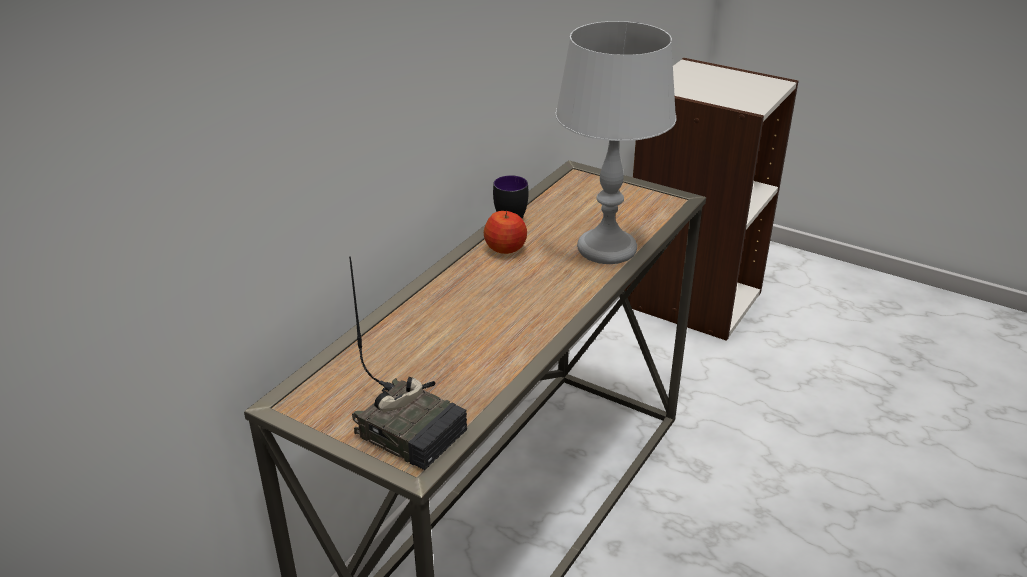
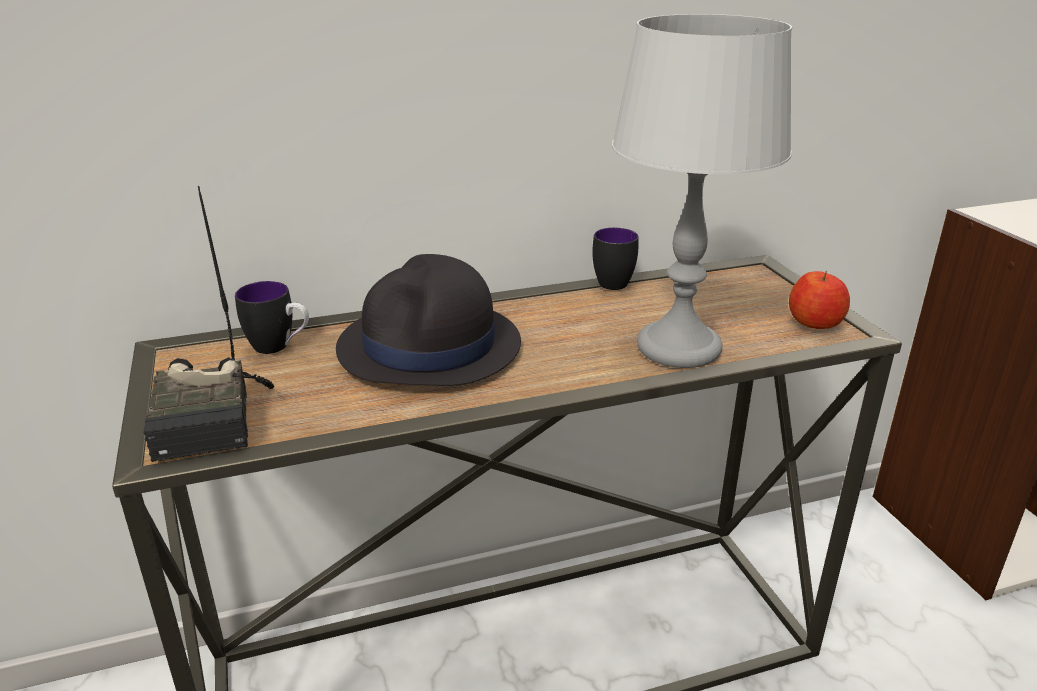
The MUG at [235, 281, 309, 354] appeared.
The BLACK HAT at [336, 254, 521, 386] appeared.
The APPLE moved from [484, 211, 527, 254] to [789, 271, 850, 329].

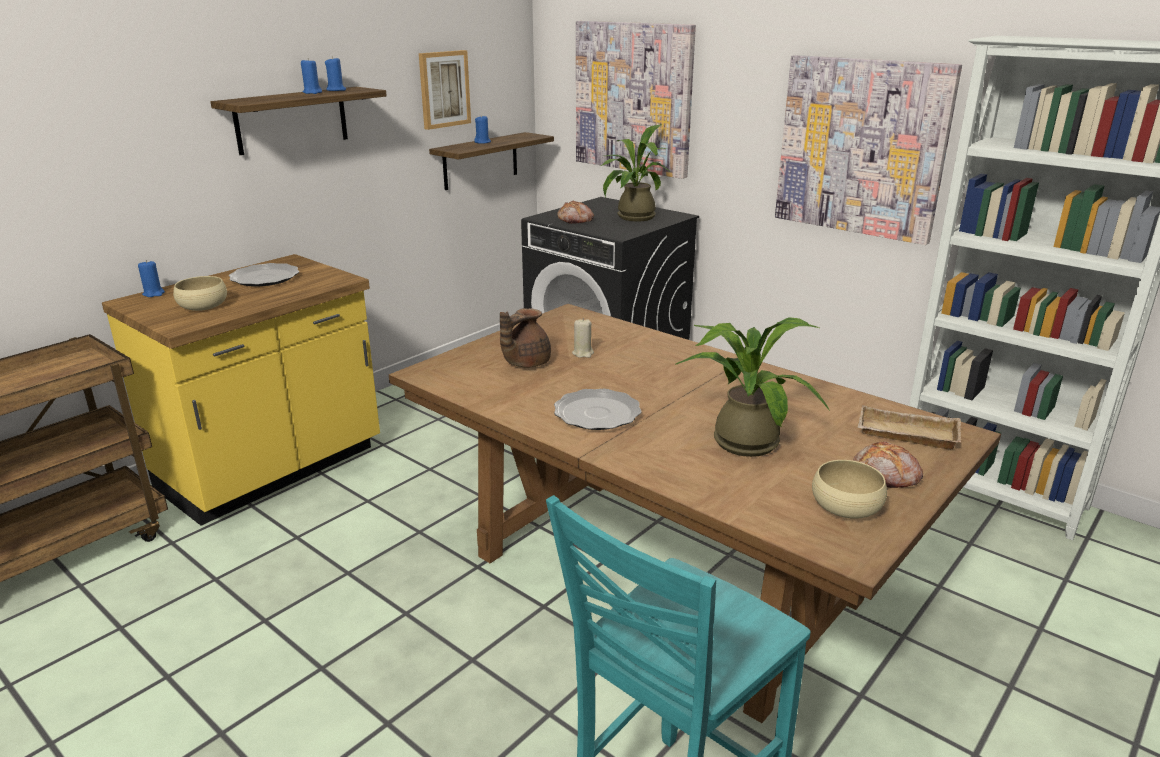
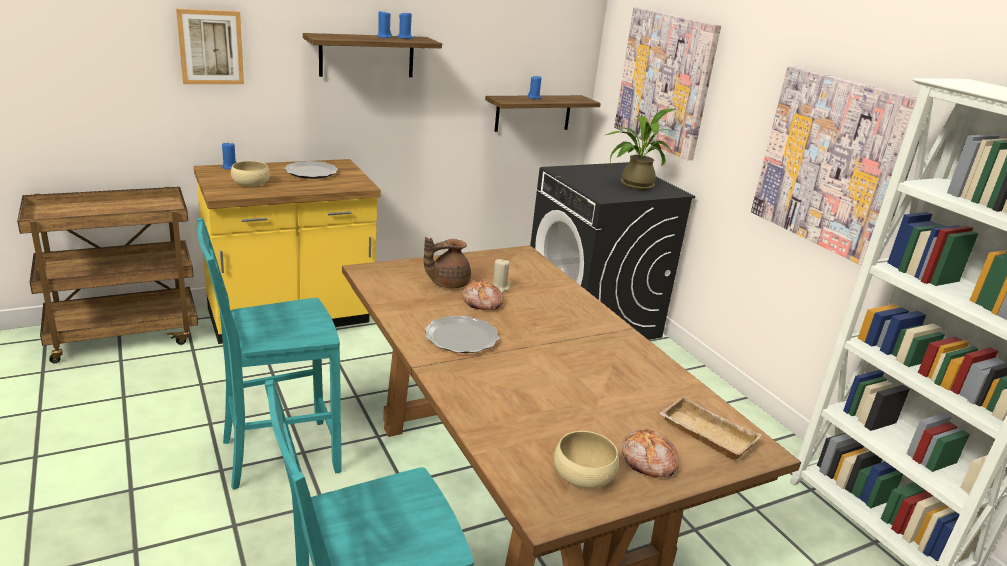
The PICTURE moved from [419, 50, 471, 130] to [176, 9, 244, 84].
The TURQUOISE CHAIR at [197, 218, 342, 490] appeared.
The BREAD moved from [557, 201, 594, 224] to [463, 280, 504, 310].
The POTTED PLANT at [676, 317, 830, 457] disappeared.

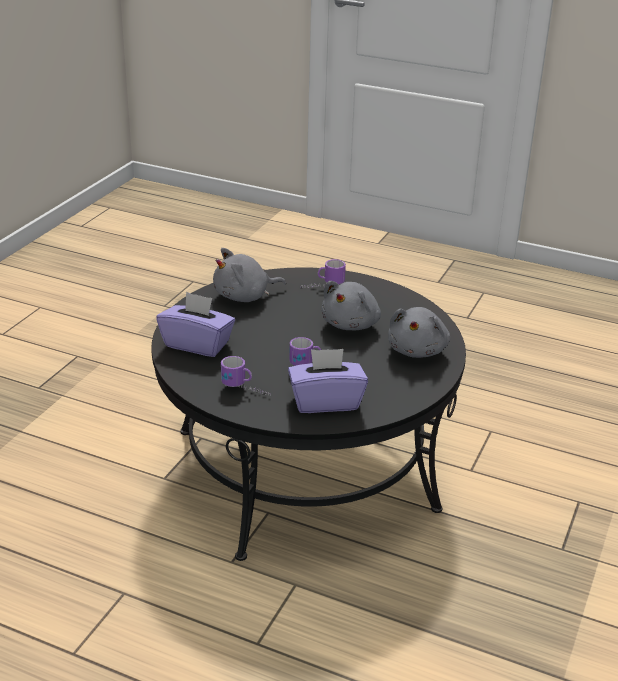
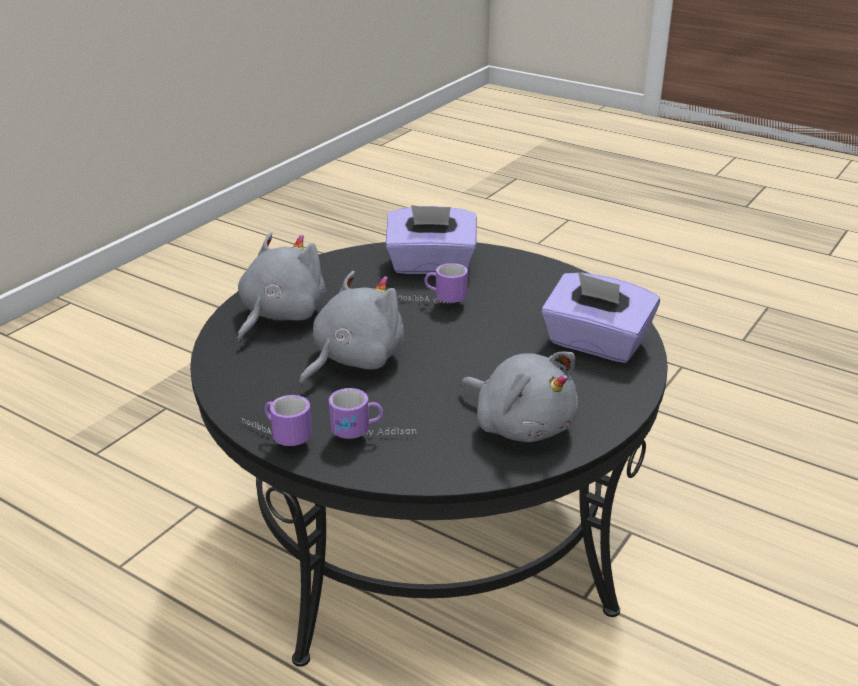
The MUG moved from [221, 356, 271, 396] to [242, 395, 312, 446].
The GREY PLUSH TOY at [213, 248, 286, 302] turned 60 degrees clockwise.

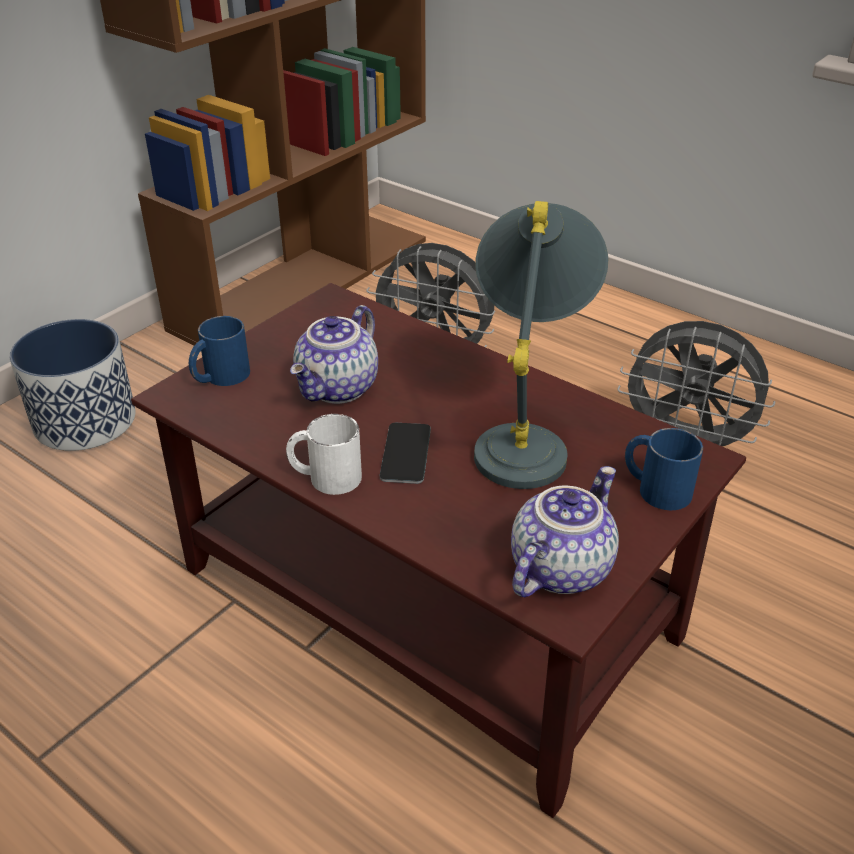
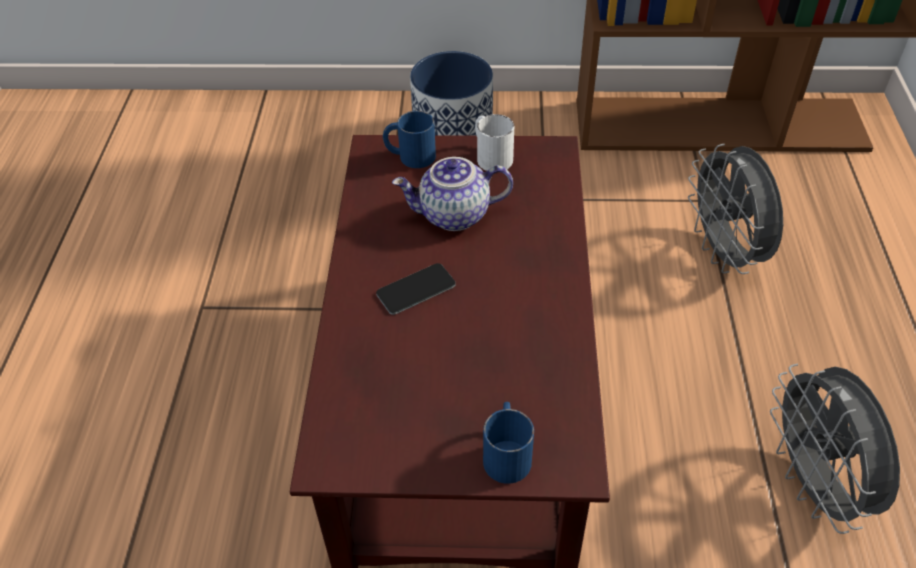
The WHITE MUG moved from [286, 414, 362, 495] to [475, 114, 514, 171].
The GREY TABLE LAMP at [474, 201, 608, 489] disappeared.
The TEAPOT at [511, 466, 619, 597] disappeared.

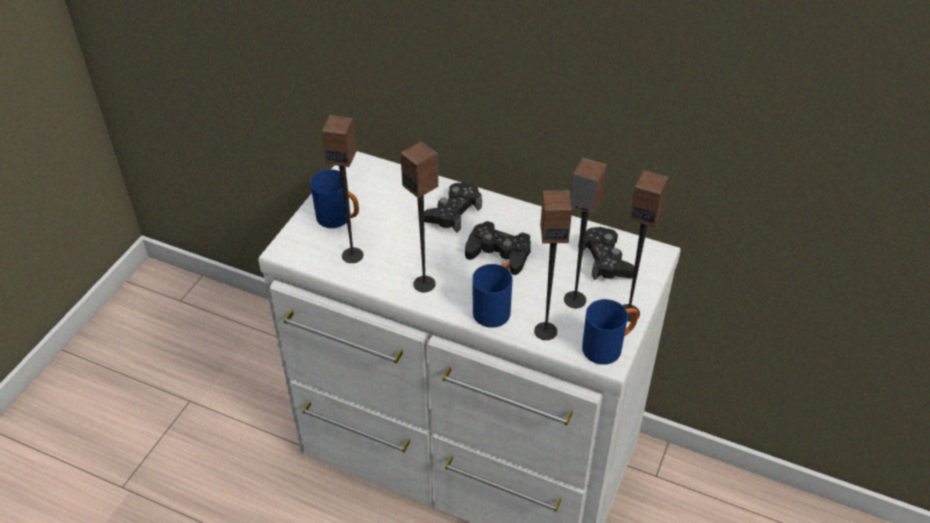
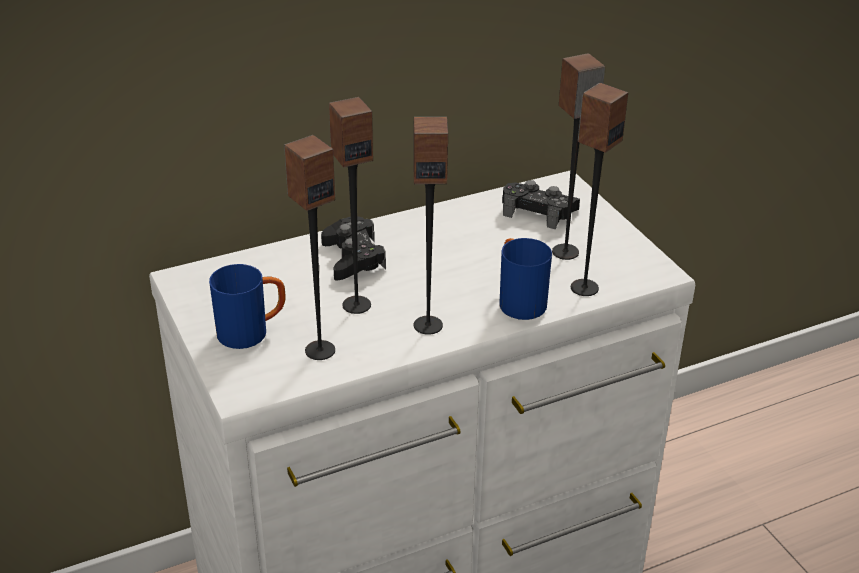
The SPEAKER moved from [623, 170, 668, 322] to [329, 97, 373, 314].
The BLACK GAME CONTROLLER at [465, 221, 531, 275] disappeared.
The BLUE MUG at [582, 299, 638, 365] disappeared.

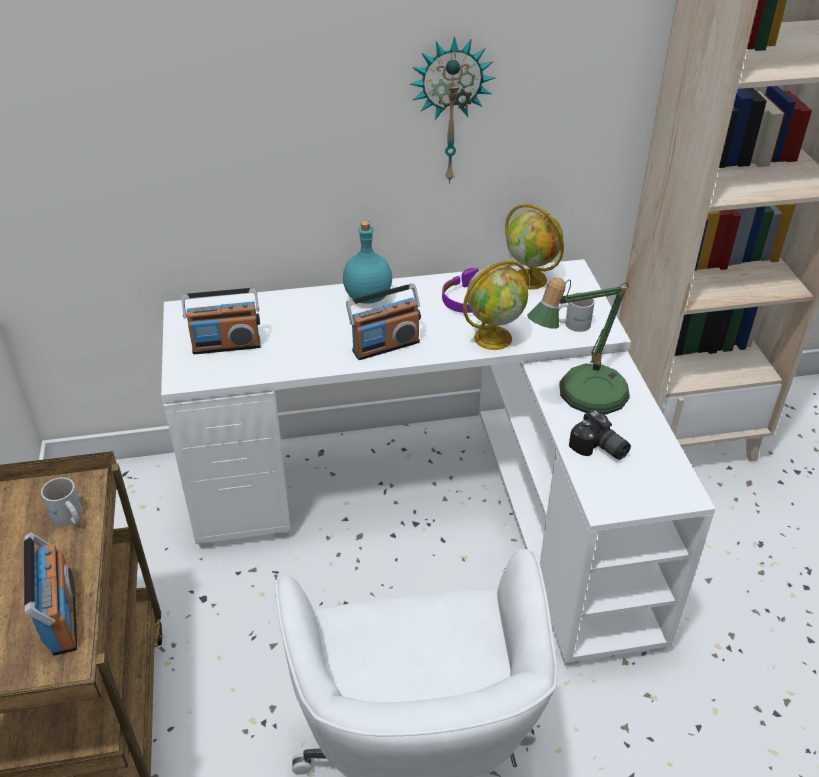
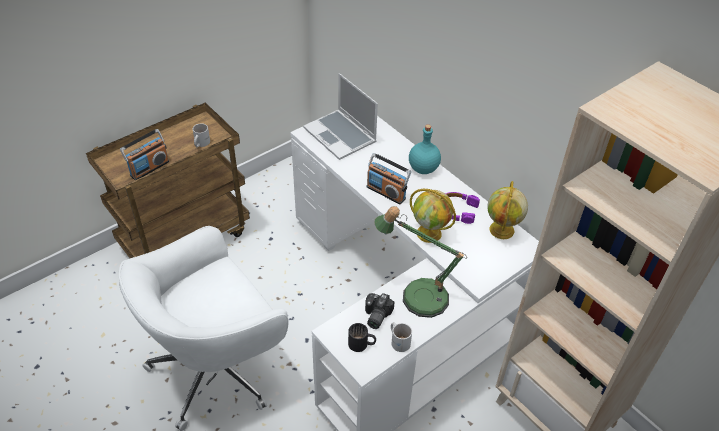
The RADIO at [181, 288, 261, 354] was replaced by the LAPTOP at [303, 73, 378, 160].
The BLACK MUG at [348, 323, 376, 352] appeared.
The WHITE MUG moved from [558, 292, 595, 332] to [391, 322, 412, 352].
The WALL CLOCK at [409, 37, 495, 184] disappeared.

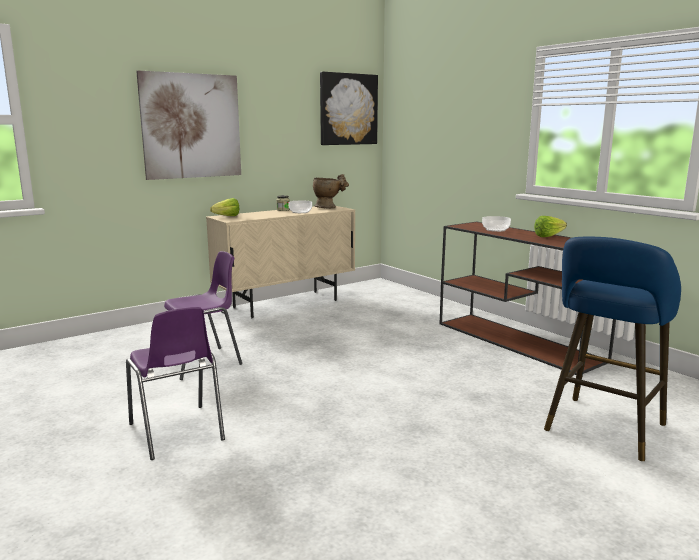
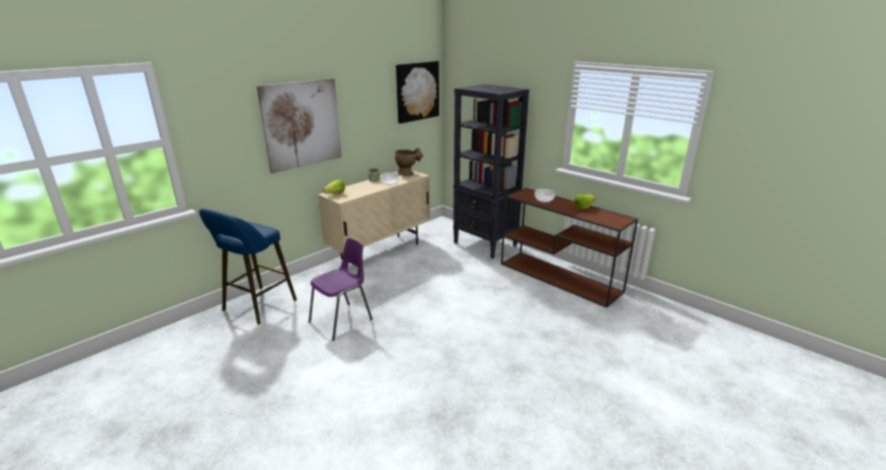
The BLUE STOOL moved from [544, 237, 681, 461] to [199, 208, 297, 325].
The BLACK BOOKCASE at [453, 84, 529, 259] appeared.
The PURPLE CHAIR at [126, 307, 225, 460] disappeared.

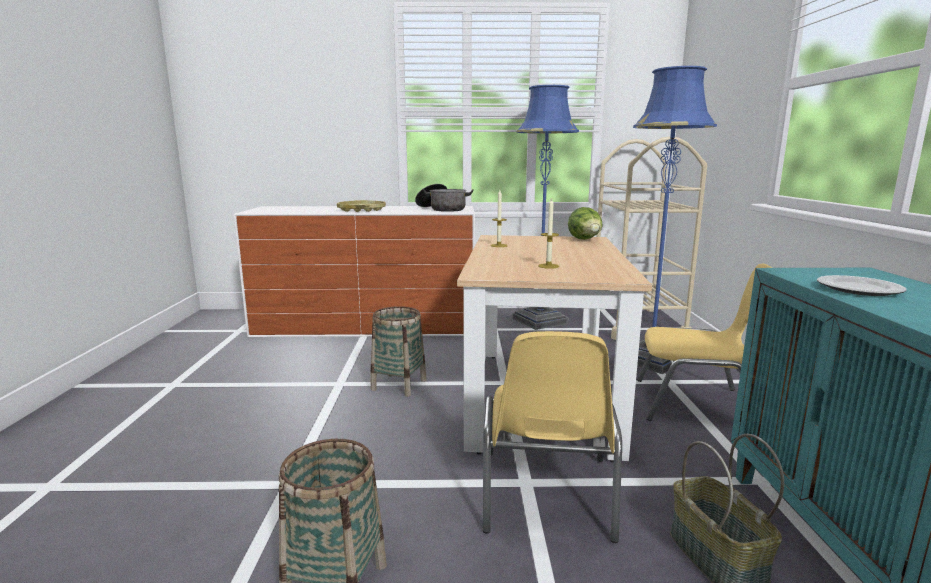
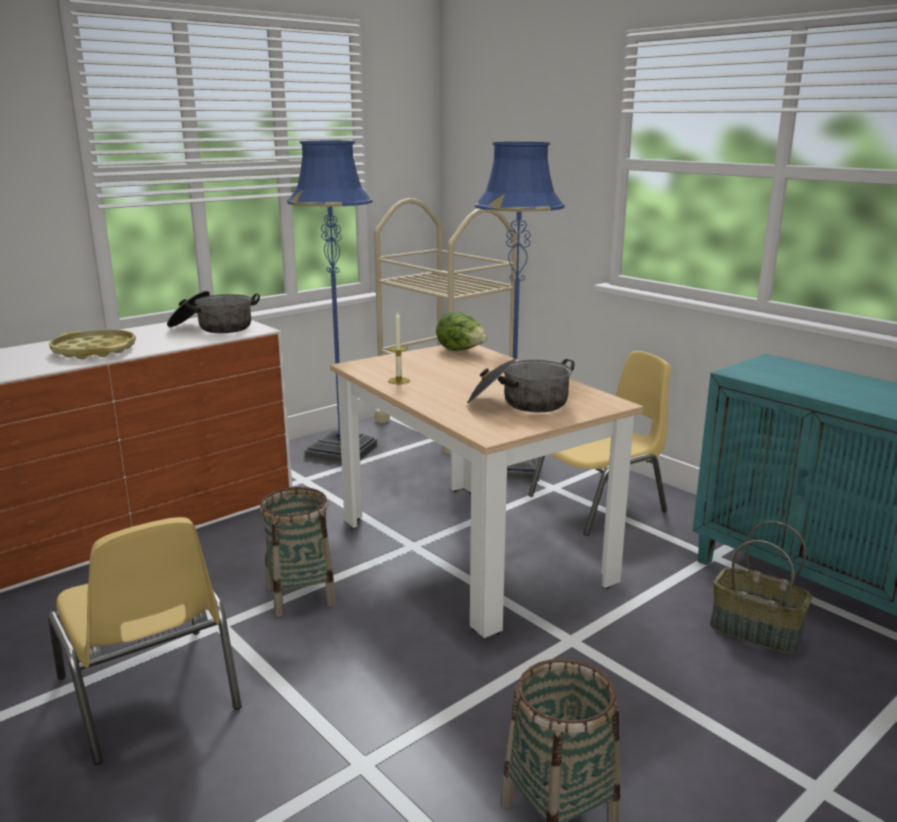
The YELLOW CHAIR moved from [483, 331, 622, 543] to [48, 517, 242, 765].
The CANDLE at [538, 197, 559, 269] was replaced by the COOKING POT at [467, 358, 575, 412].
The PLATE at [817, 275, 907, 296] disappeared.

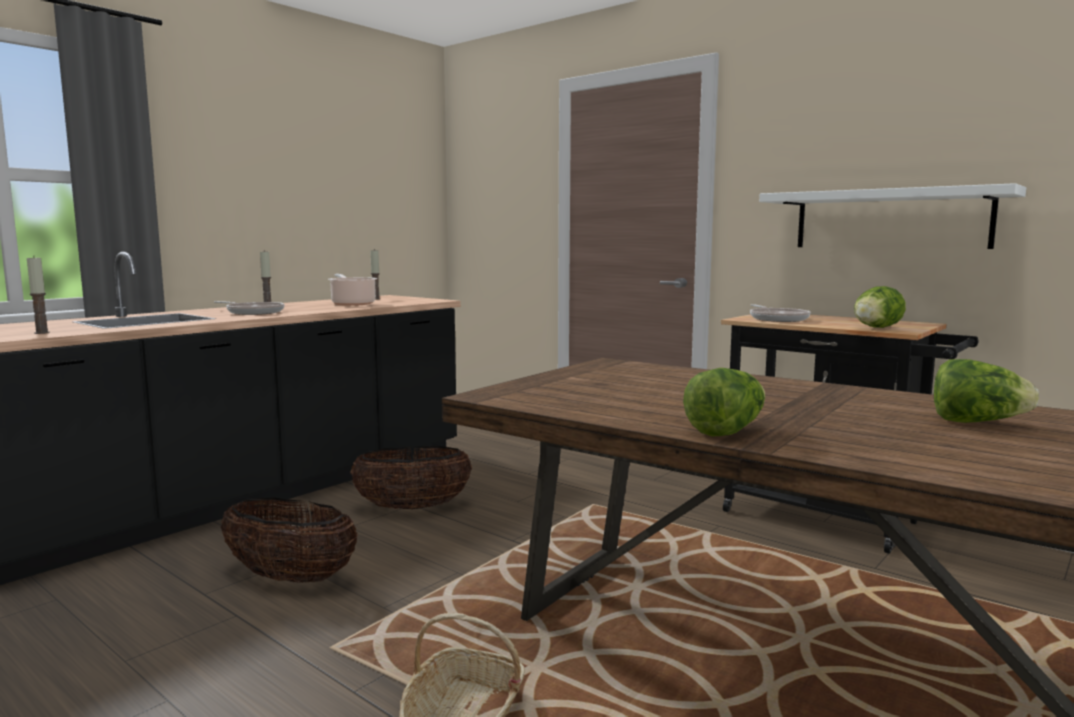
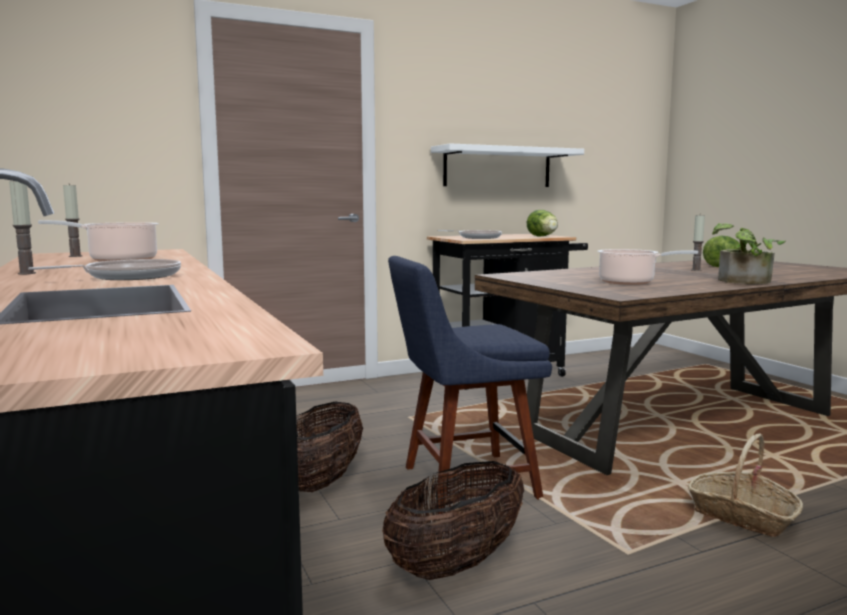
The BLUE CHAIR at [388, 256, 552, 514] appeared.
The COOKING POT at [598, 249, 698, 285] appeared.
The CANDLE moved from [27, 256, 50, 334] to [691, 215, 705, 271].
The LETTUCE at [683, 368, 765, 437] was replaced by the POTTED PLANT at [712, 223, 785, 284].

